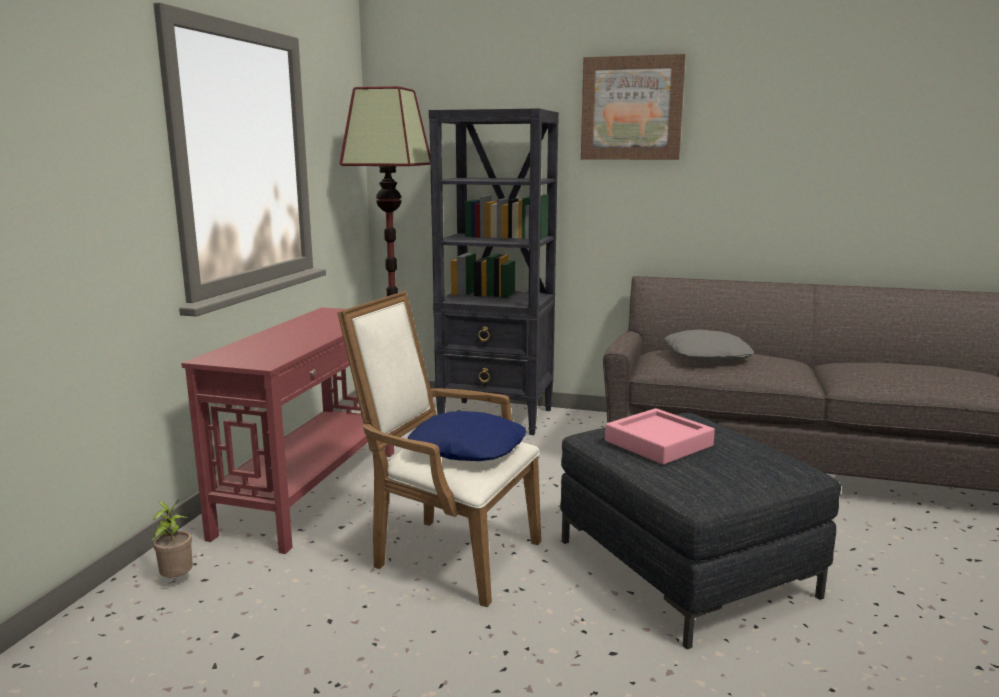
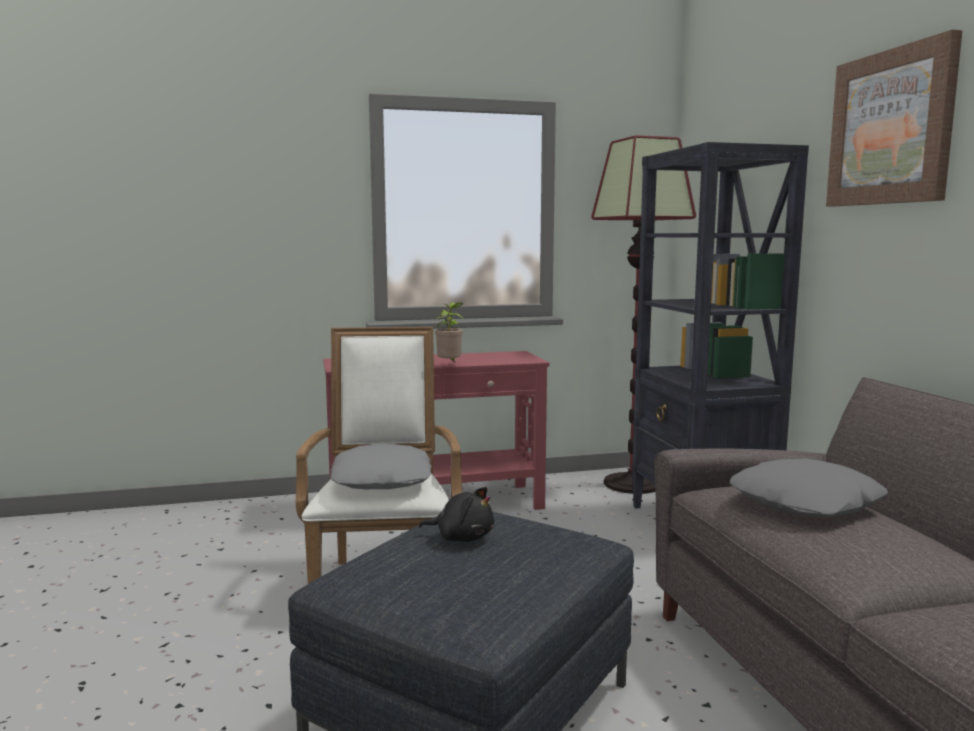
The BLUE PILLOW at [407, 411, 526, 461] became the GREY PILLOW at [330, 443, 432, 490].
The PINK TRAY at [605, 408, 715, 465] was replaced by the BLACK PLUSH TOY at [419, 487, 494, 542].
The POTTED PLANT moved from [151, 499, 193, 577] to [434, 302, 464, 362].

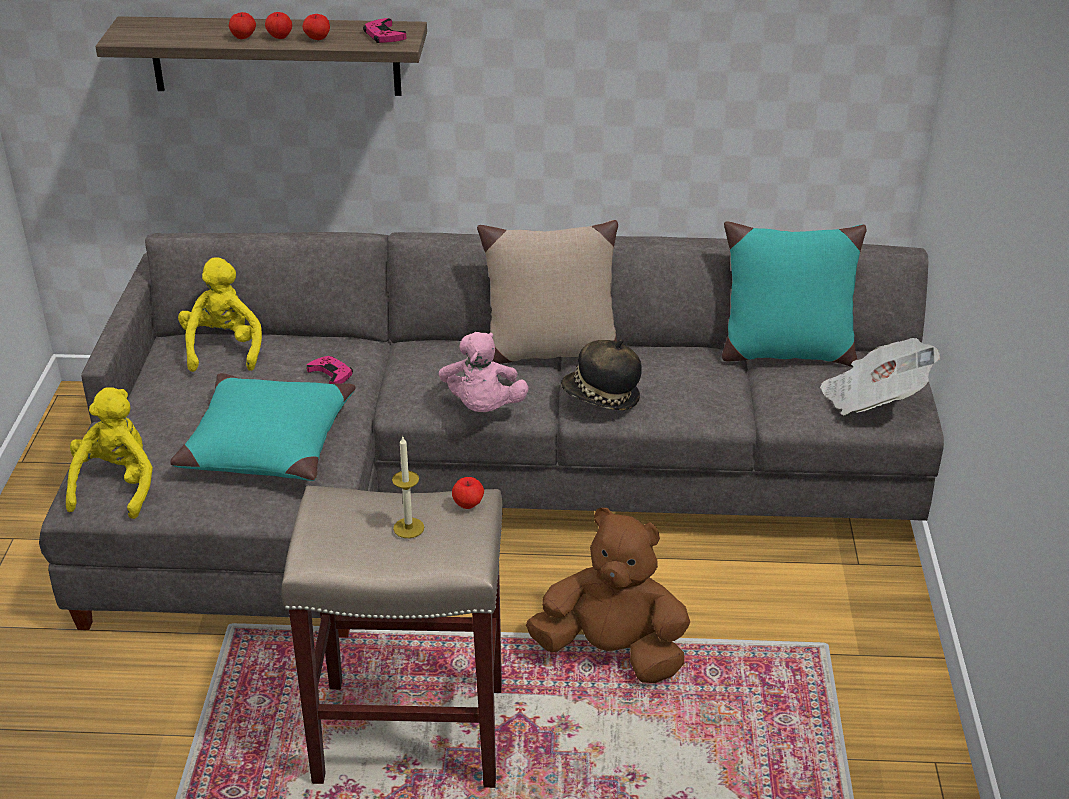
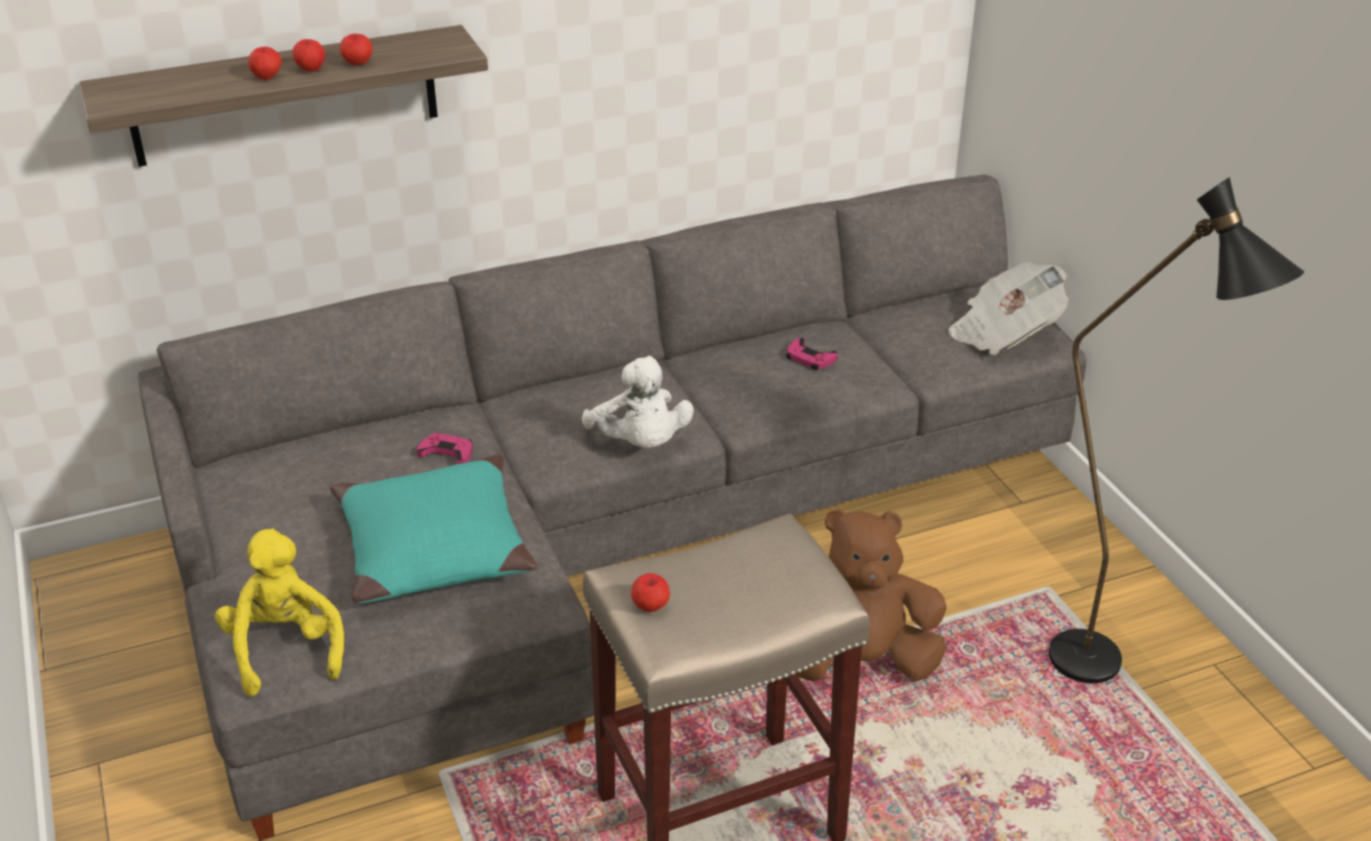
The PINK PLUSH TOY at [439, 332, 529, 412] became the WHITE PLUSH TOY at [582, 356, 694, 448].
The APPLE moved from [452, 477, 484, 509] to [631, 573, 670, 612].
The PINK GAME CONTROLLER moved from [363, 18, 406, 43] to [786, 338, 838, 370].
The BLACK FLOOR LAMP at [1049, 177, 1304, 683] appeared.
The YELLOW PLUSH TOY at [178, 257, 262, 372] disappeared.
The CANDLE at [392, 436, 424, 538] disappeared.
The BEIGE PILLOW at [477, 220, 618, 364] disappeared.
The HAT at [561, 339, 642, 410] disappeared.
The TURQUOISE PILLOW at [722, 221, 867, 367] disappeared.

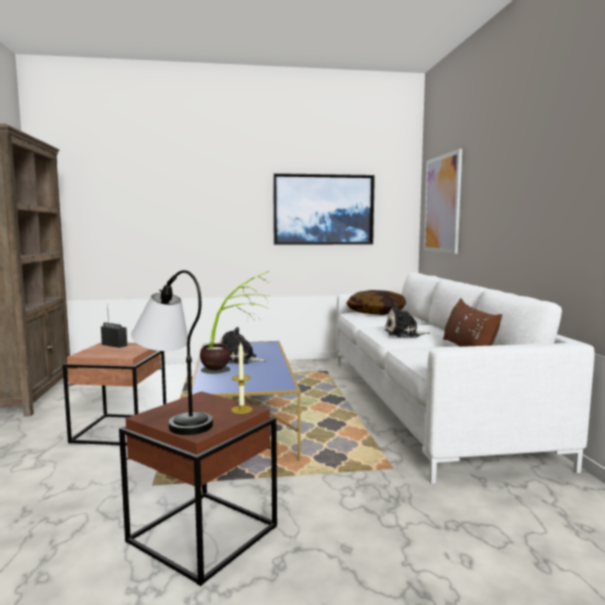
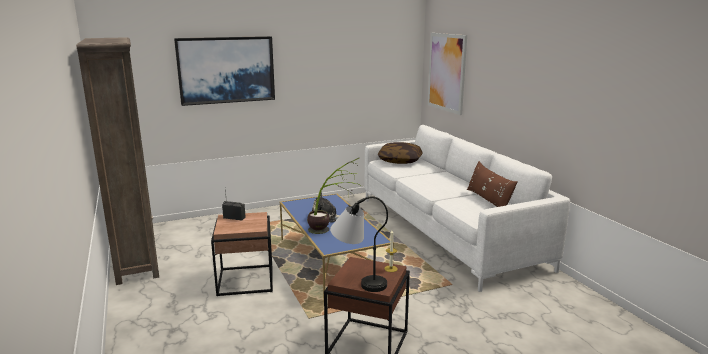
The PICTURE moved from [273, 173, 375, 245] to [174, 36, 275, 106].
The PLUSH TOY at [385, 303, 430, 337] disappeared.

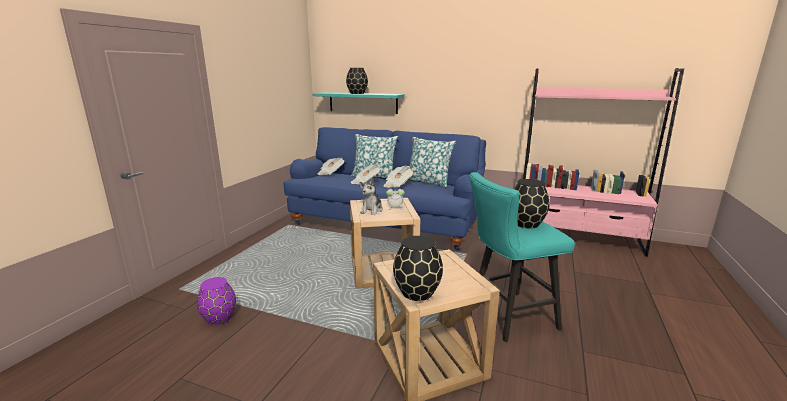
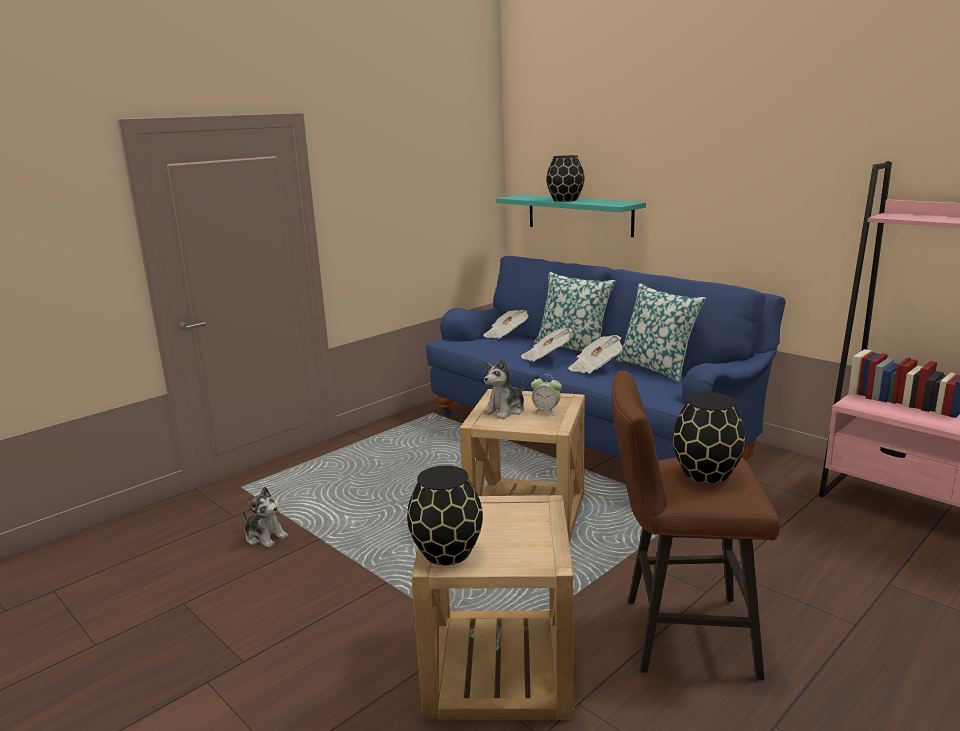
The PURPLE VASE at [197, 277, 236, 325] was replaced by the PLUSH TOY at [242, 487, 288, 548].
The TURQUOISE STOOL at [470, 172, 575, 342] became the BROWN STOOL at [611, 371, 780, 681].

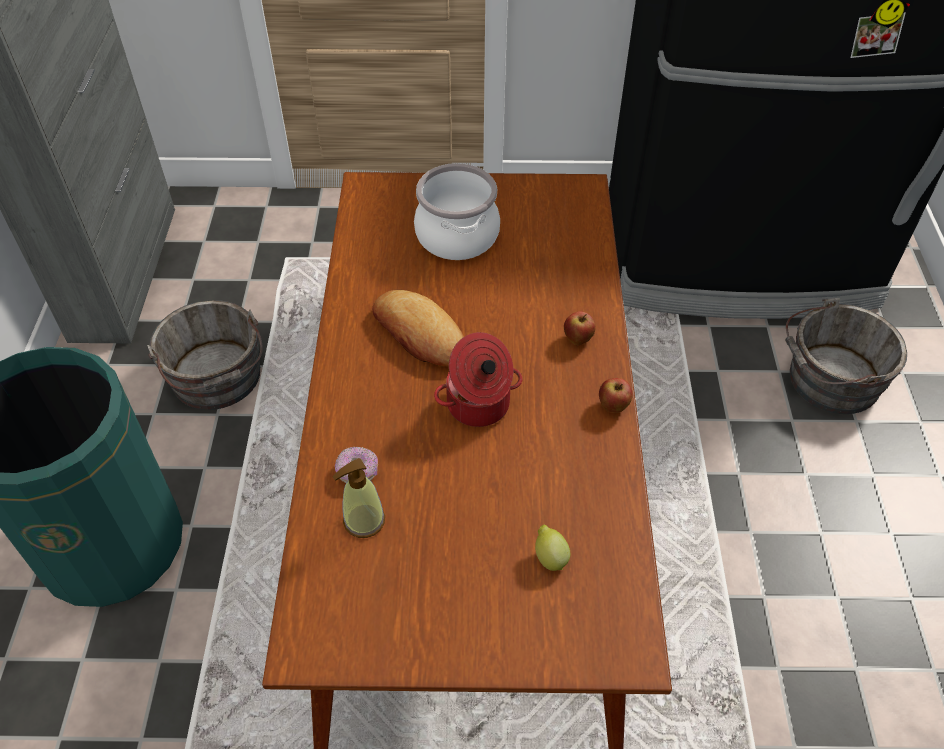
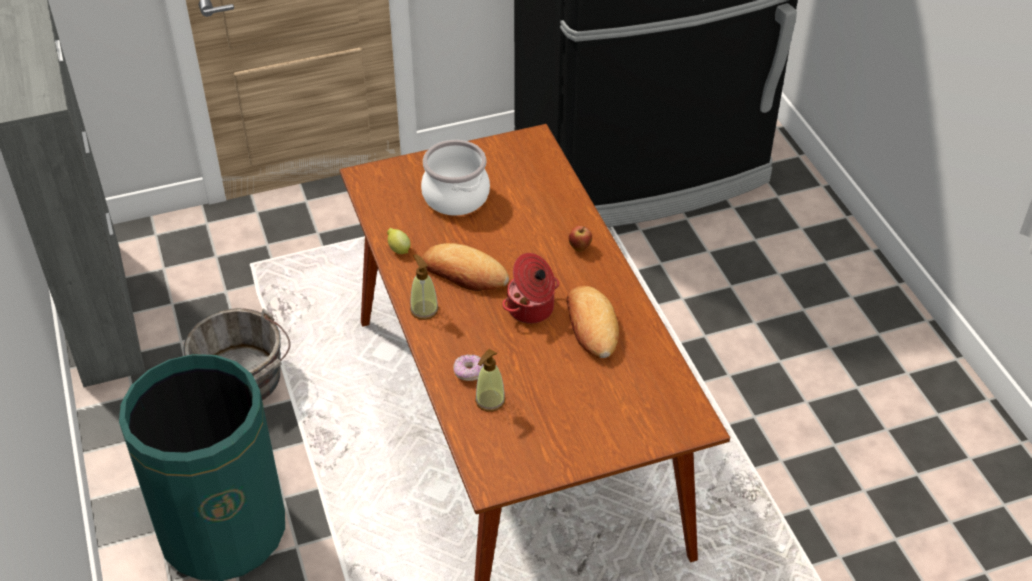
The LEMON moved from [535, 525, 570, 571] to [387, 228, 411, 254].
The SOAP DISPENSER at [410, 254, 439, 320] appeared.
The BREAD at [567, 286, 619, 358] appeared.
The APPLE at [599, 378, 633, 413] disappeared.
The GREY BUCKET at [785, 298, 907, 414] disappeared.

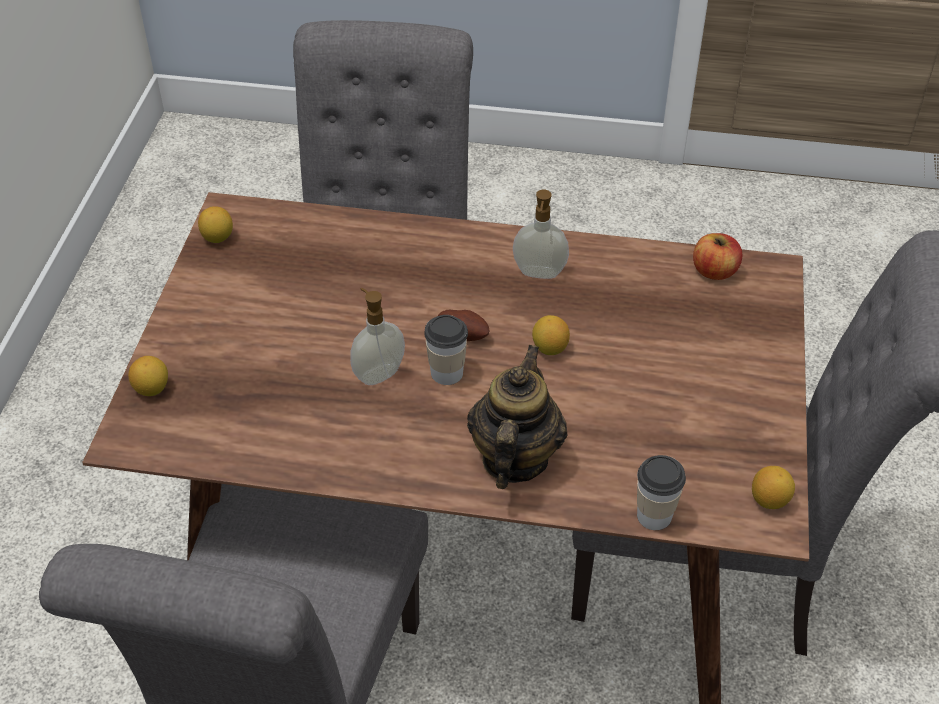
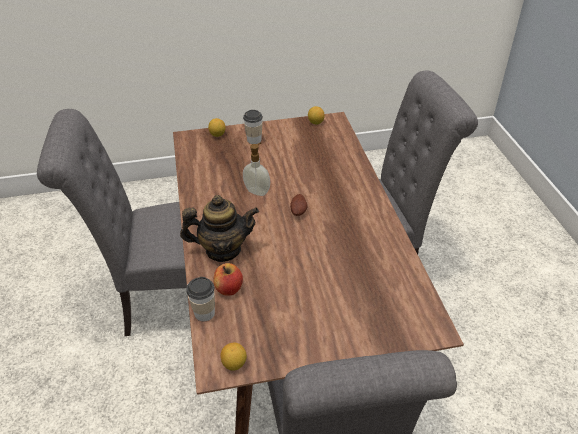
The APPLE moved from [693, 233, 742, 280] to [213, 263, 243, 296].
The CUP moved from [424, 315, 468, 385] to [243, 110, 263, 144].
The SOAP DISPENSER at [513, 190, 569, 279] disappeared.
The LEMON at [532, 315, 570, 355] disappeared.

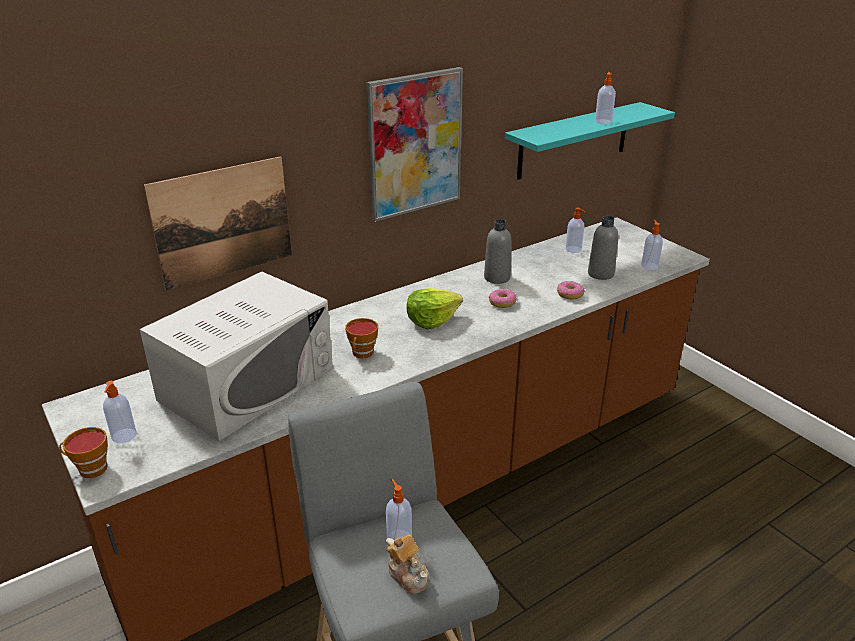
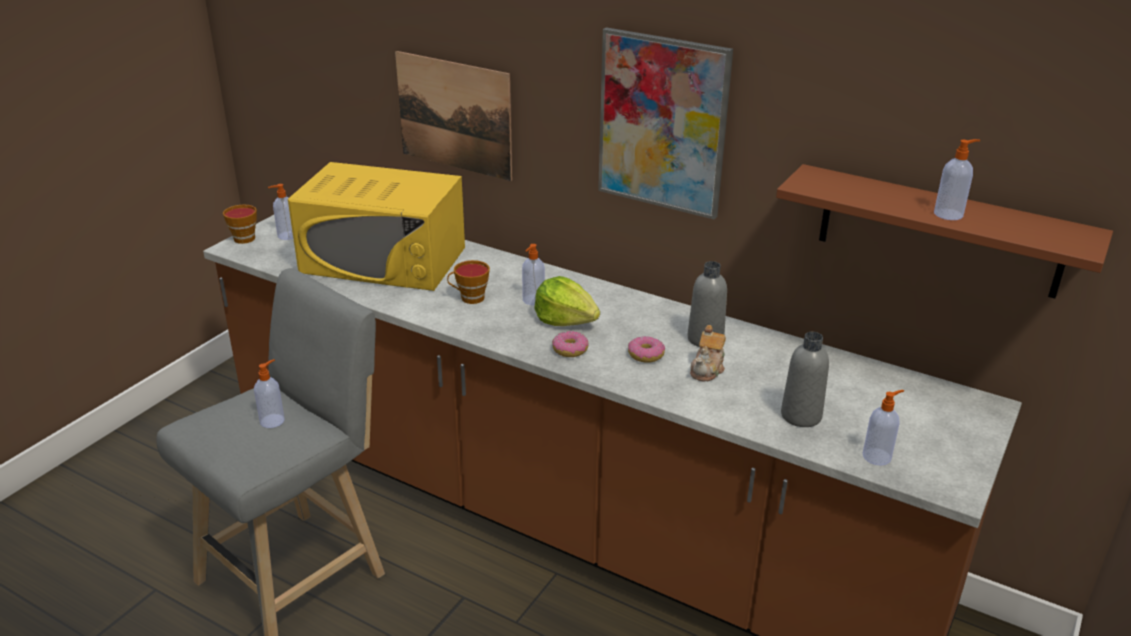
The WHITE MICROWAVE at [140, 272, 333, 441] became the YELLOW MICROWAVE at [288, 162, 465, 291].
The SOAP DISPENSER moved from [565, 207, 585, 253] to [522, 244, 545, 305].
The DONUT moved from [557, 281, 585, 300] to [552, 331, 589, 357].
The TEAPOT moved from [385, 535, 429, 594] to [690, 325, 726, 381].
The TURQUOISE SHELF at [505, 102, 675, 179] became the BROWN SHELF at [776, 164, 1113, 298].

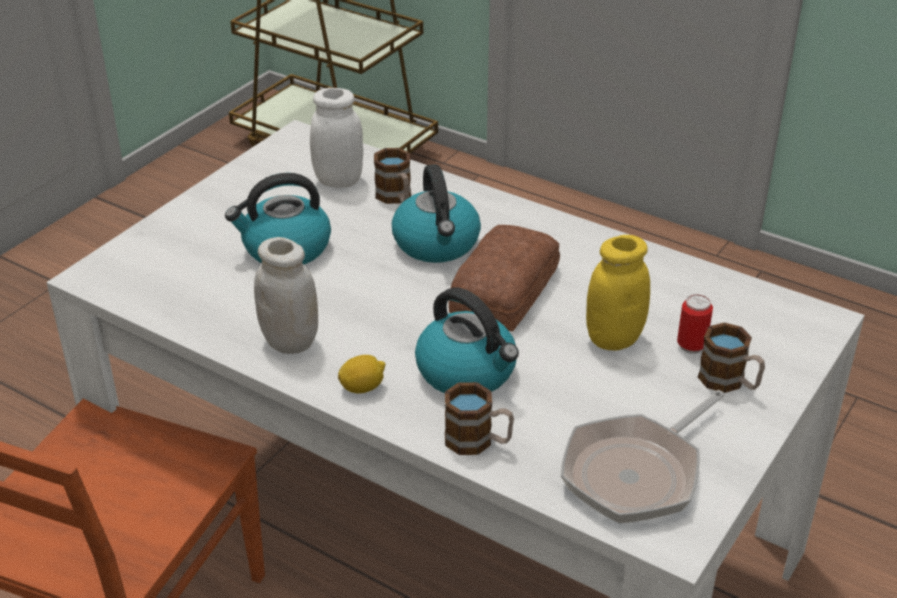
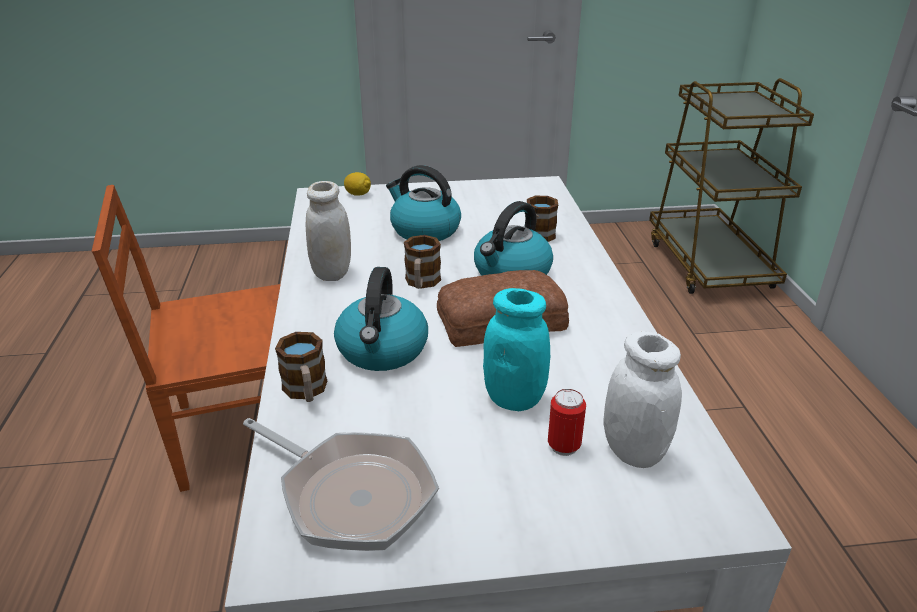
The FRYING PAN at [561, 390, 725, 523] turned 150 degrees counterclockwise.
The LEMON moved from [338, 355, 385, 394] to [344, 172, 371, 196].
The MUG moved from [698, 322, 765, 393] to [404, 235, 441, 289].
The YELLOW JAR at [586, 235, 650, 351] became the TURQUOISE JAR at [483, 288, 550, 411].
The WHITE JAR moved from [310, 88, 363, 188] to [603, 331, 682, 468].

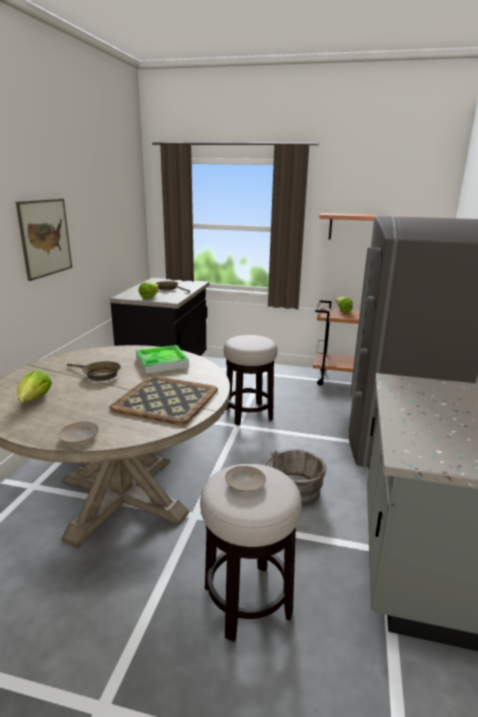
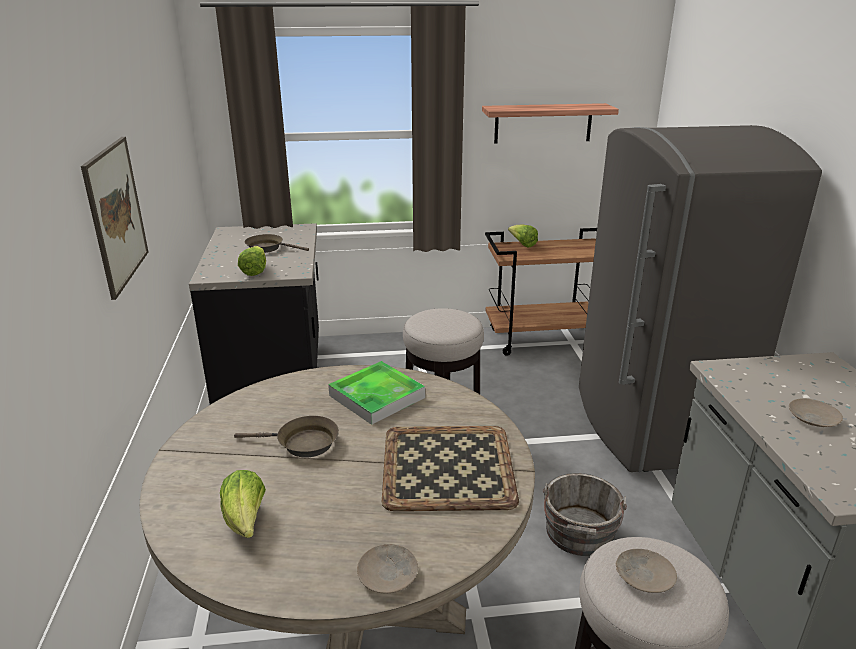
The BEIGE PLATE at [789, 398, 843, 427] appeared.

